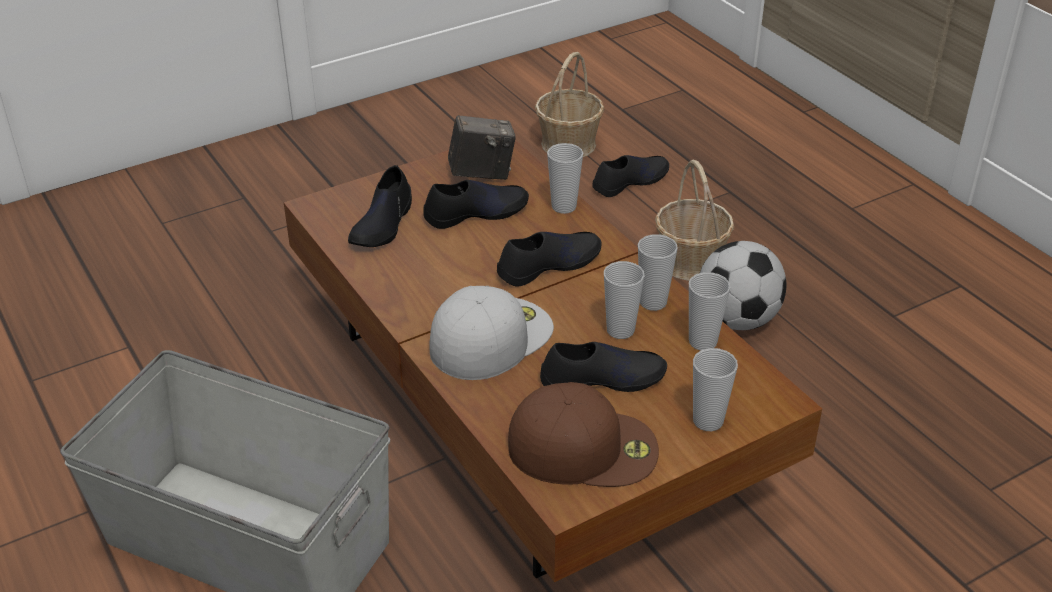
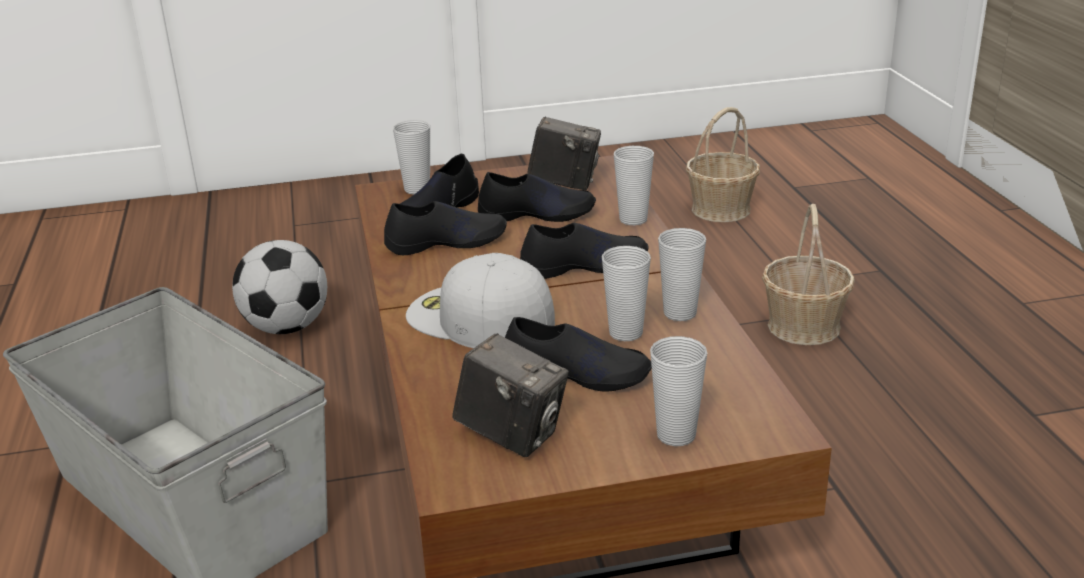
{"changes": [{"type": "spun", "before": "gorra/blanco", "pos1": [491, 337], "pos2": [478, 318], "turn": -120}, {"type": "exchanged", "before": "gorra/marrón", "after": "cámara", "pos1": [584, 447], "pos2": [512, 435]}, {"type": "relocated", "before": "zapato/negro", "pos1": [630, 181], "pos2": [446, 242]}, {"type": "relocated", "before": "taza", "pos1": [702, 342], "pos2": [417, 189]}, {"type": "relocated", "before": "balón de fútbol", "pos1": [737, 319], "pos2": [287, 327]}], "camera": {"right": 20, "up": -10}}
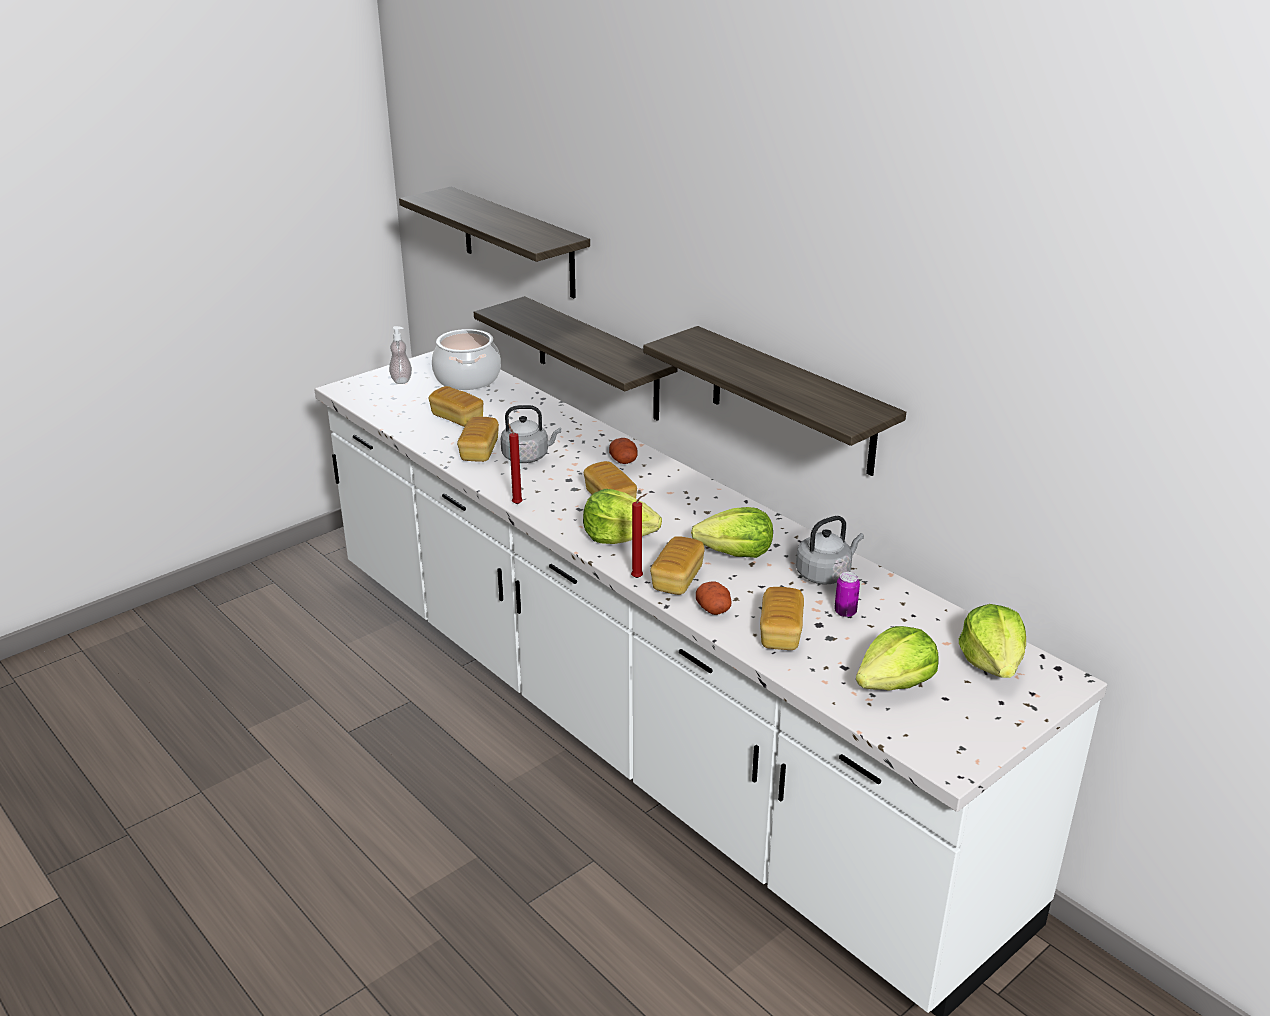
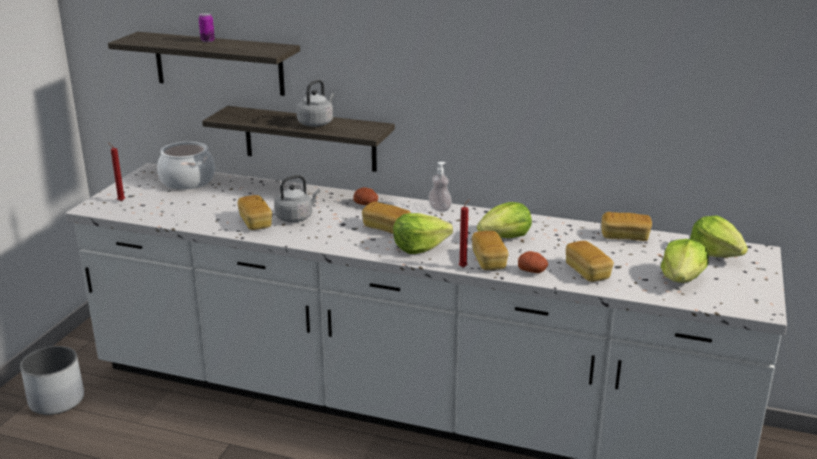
{"changes": [{"type": "relocated", "before": "dispensador de jabón", "pos1": [401, 380], "pos2": [439, 209]}, {"type": "relocated", "before": "pan", "pos1": [457, 418], "pos2": [624, 237]}, {"type": "relocated", "before": "vela/rojo", "pos1": [516, 503], "pos2": [120, 201]}, {"type": "missing", "before": "estante", "pos1": [792, 401]}, {"type": "relocated", "before": "hervidor/gris", "pos1": [825, 574], "pos2": [316, 123]}, {"type": "relocated", "before": "lata", "pos1": [845, 612], "pos2": [207, 41]}, {"type": "appeared", "after": "maceta/blanco", "pos2": [56, 400]}], "camera": {"right": -30, "up": -5}}
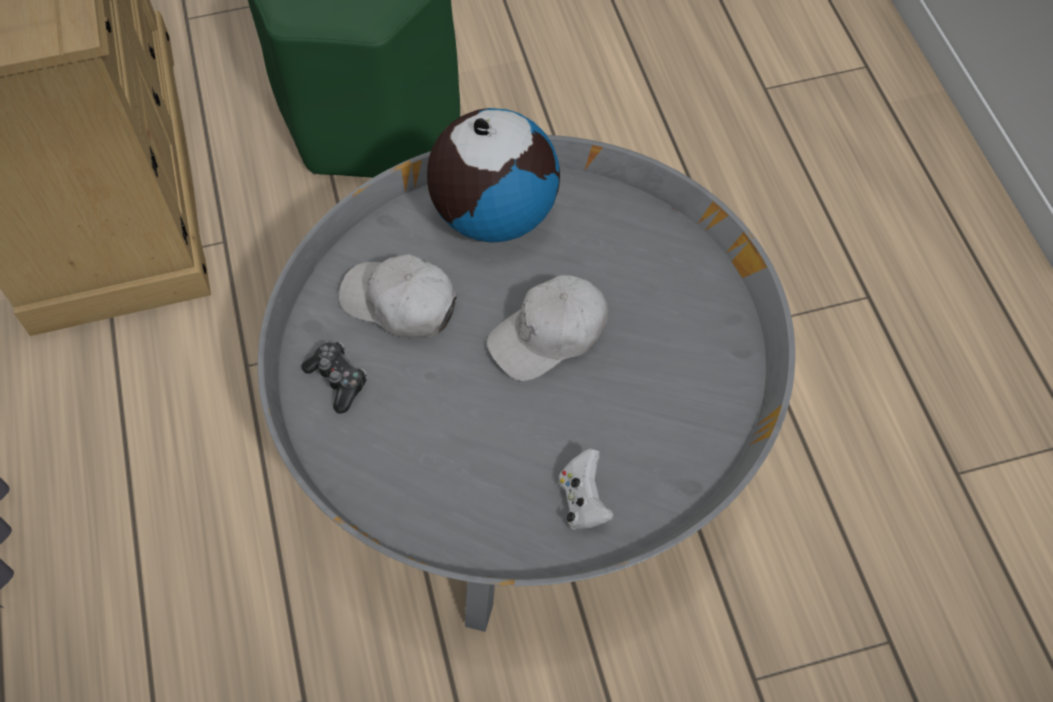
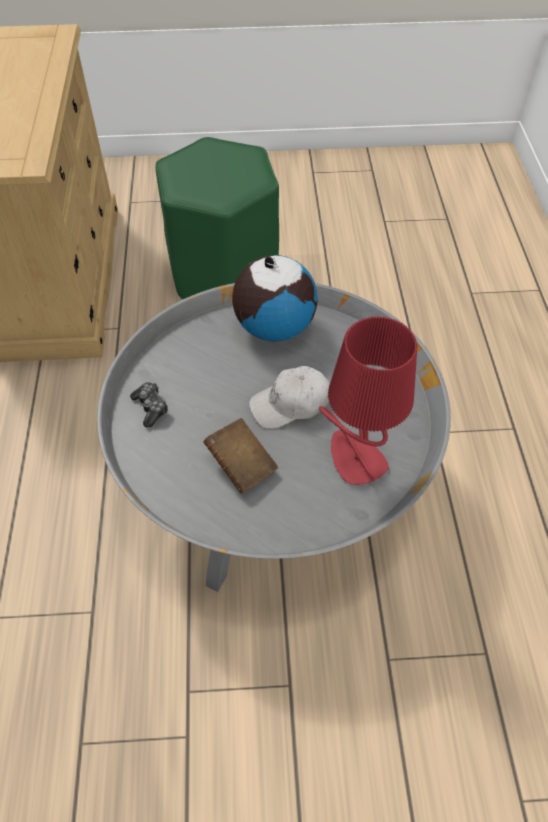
{"changes": [{"type": "missing", "before": "gorra/blanco", "pos1": [400, 304]}, {"type": "missing", "before": "mando de consola/blanco", "pos1": [583, 501]}, {"type": "appeared", "after": "libro/marrón", "pos2": [241, 464]}, {"type": "appeared", "after": "lámpara de mesa/rojo", "pos2": [354, 458]}], "camera": {"right": 10, "up": -5}}
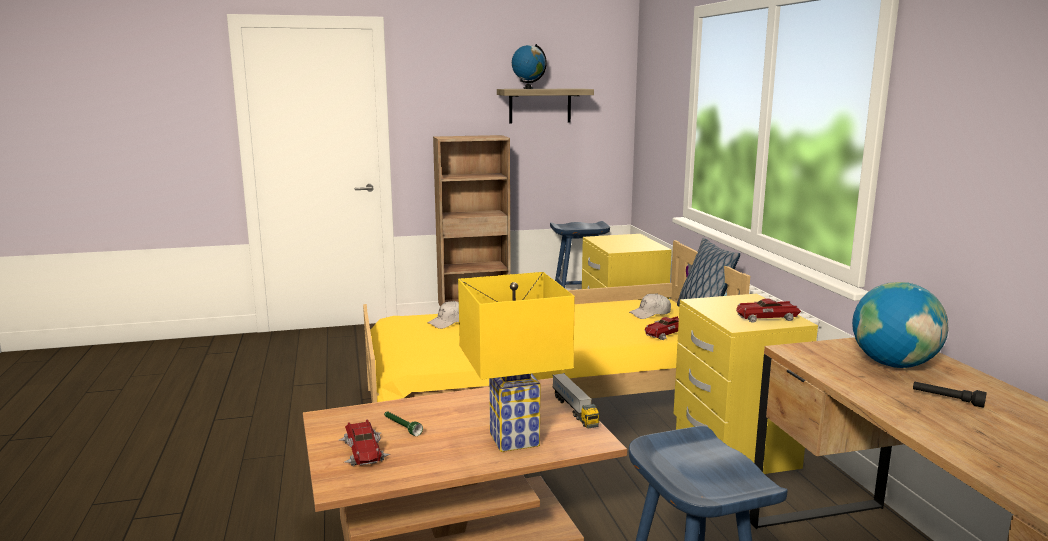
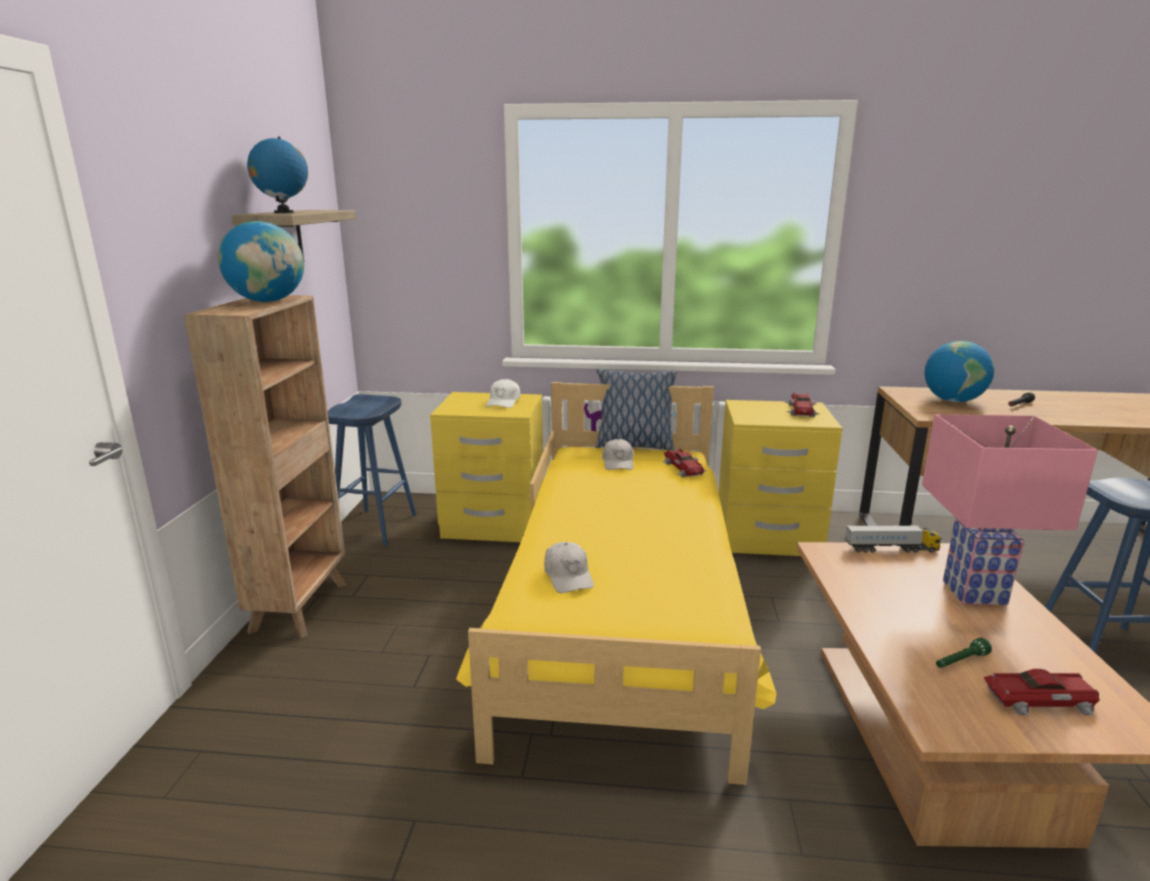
{"changes": [{"type": "colour", "before": "lámpara de mesa/amarillo", "after": "lámpara de mesa/rosa", "pos1": [513, 439], "pos2": [973, 593]}, {"type": "appeared", "after": "globo terráqueo", "pos2": [268, 301]}, {"type": "appeared", "after": "gorra/blanco", "pos2": [503, 402]}], "camera": {"right": -70, "up": 5}}
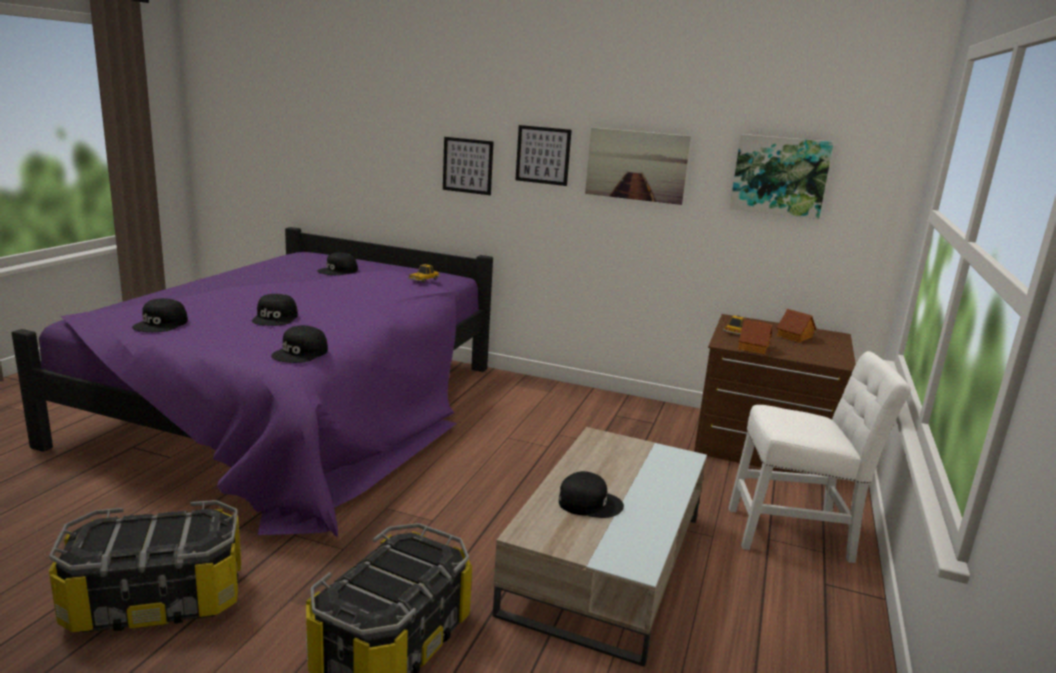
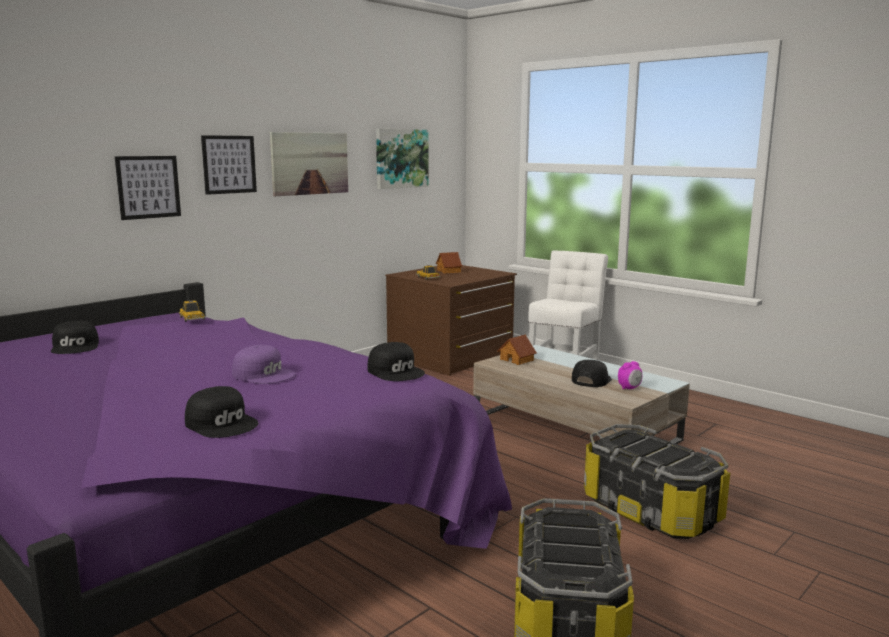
{"changes": [{"type": "colour", "before": "gorra/negro", "after": "gorra/morado", "pos1": [276, 318], "pos2": [264, 374]}, {"type": "relocated", "before": "casita", "pos1": [754, 348], "pos2": [517, 359]}, {"type": "appeared", "after": "despertador", "pos2": [629, 388]}], "camera": {"right": -65, "up": -5}}
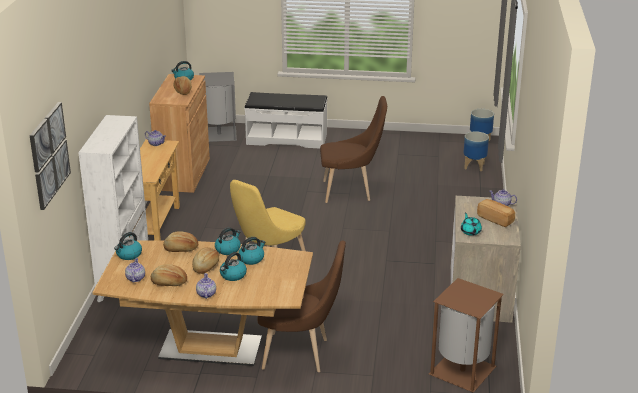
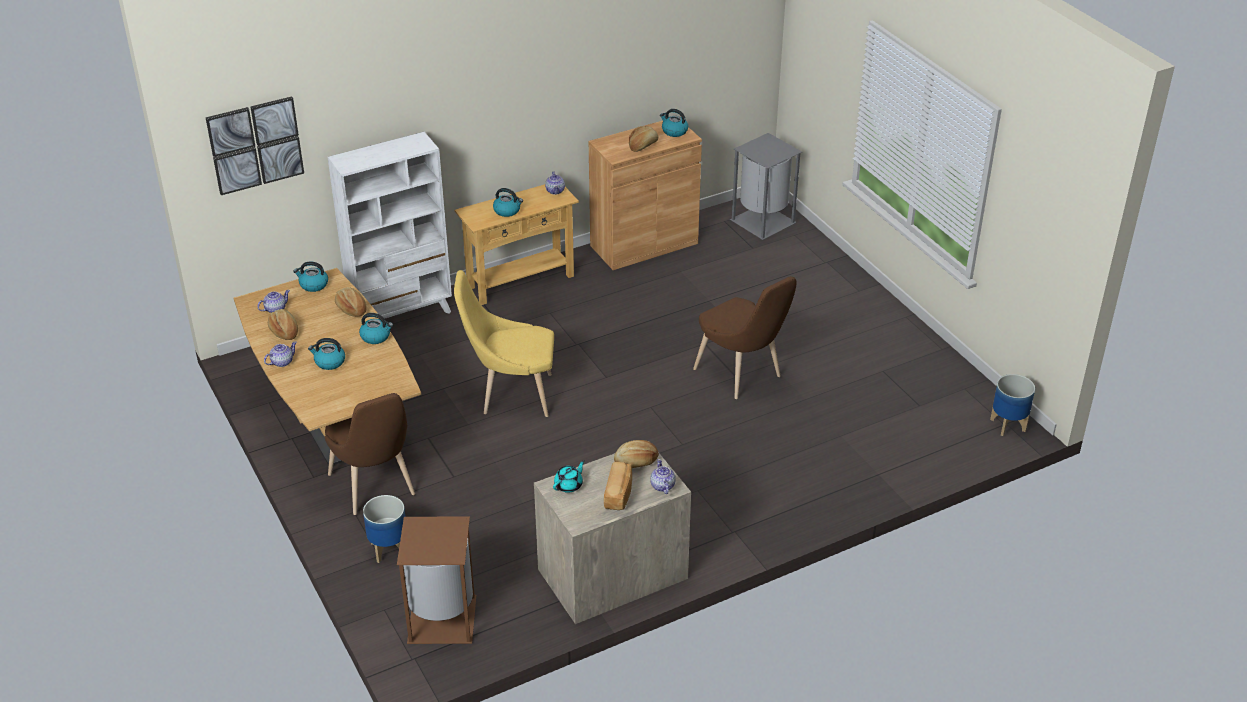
{"changes": [{"type": "relocated", "before": "pan", "pos1": [206, 266], "pos2": [636, 461]}, {"type": "relocated", "before": "hervidor", "pos1": [251, 259], "pos2": [507, 211]}, {"type": "missing", "before": "banco/blanco", "pos1": [287, 139]}, {"type": "relocated", "before": "maceta", "pos1": [474, 166], "pos2": [389, 549]}], "camera": {"right": 55, "up": 10}}
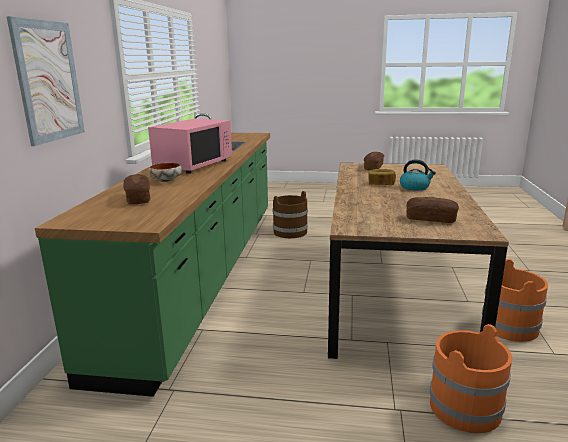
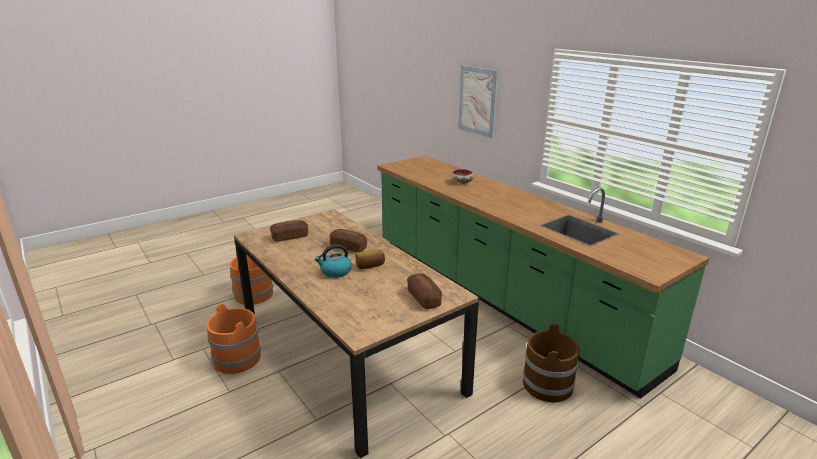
{"changes": [{"type": "relocated", "before": "pan", "pos1": [138, 198], "pos2": [348, 247]}, {"type": "missing", "before": "microondas/rosa", "pos1": [194, 165]}], "camera": {"right": 135, "up": 5}}
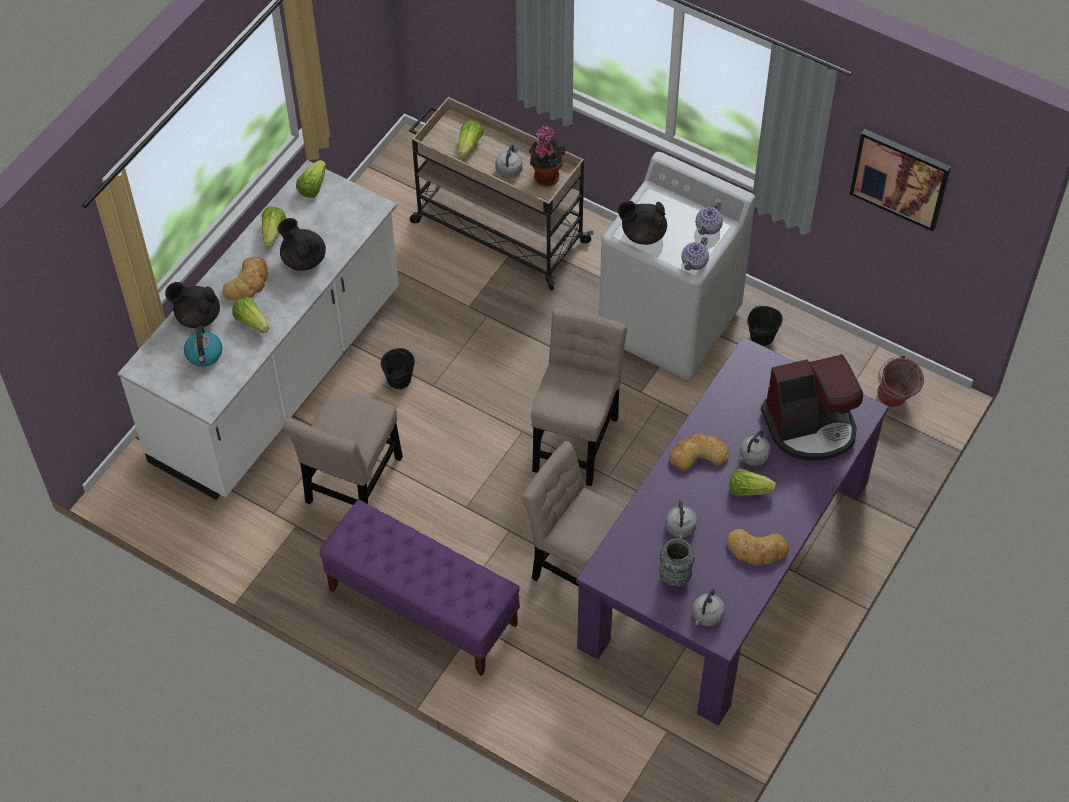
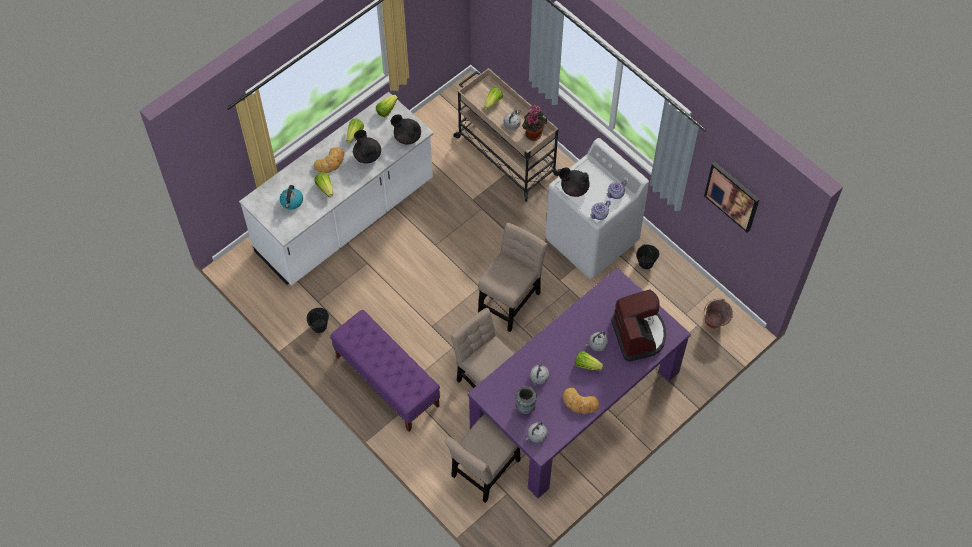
{"changes": [{"type": "relocated", "before": "tetera/negro", "pos1": [197, 316], "pos2": [407, 136]}, {"type": "relocated", "before": "silla/beis", "pos1": [352, 485], "pos2": [484, 471]}, {"type": "relocated", "before": "cubo/negro", "pos1": [399, 380], "pos2": [319, 326]}, {"type": "missing", "before": "pan", "pos1": [697, 454]}, {"type": "spun", "before": "cafetera", "pos1": [811, 427], "pos2": [638, 335], "turn": -105}], "camera": {"right": 15, "up": 5}}
